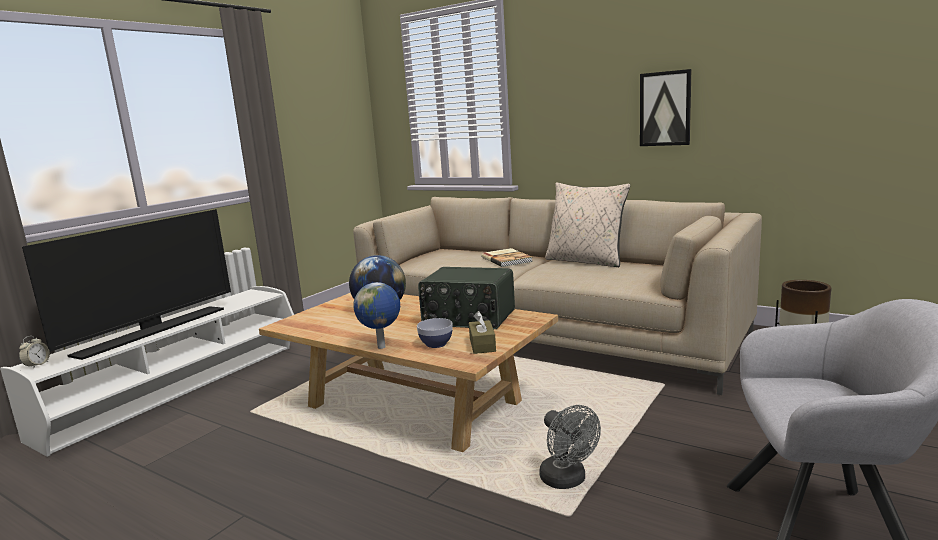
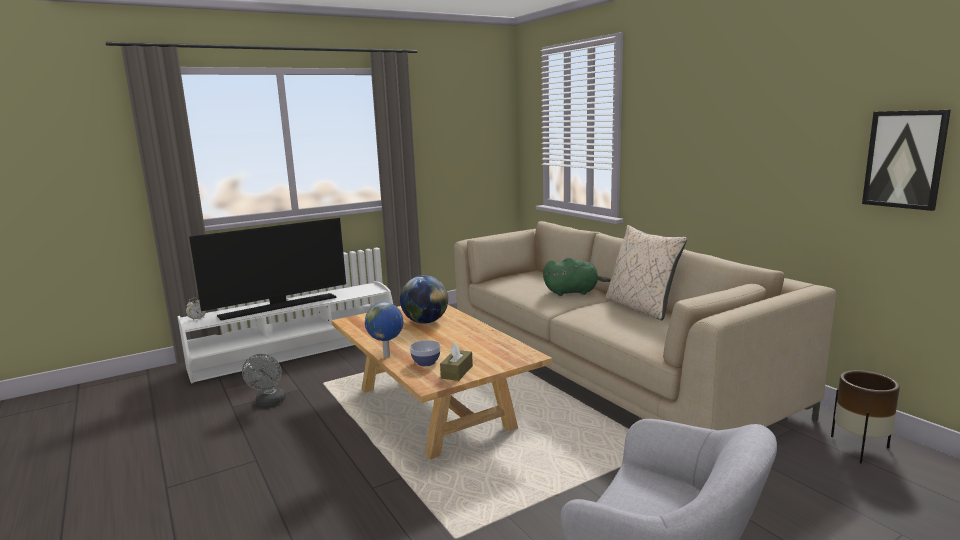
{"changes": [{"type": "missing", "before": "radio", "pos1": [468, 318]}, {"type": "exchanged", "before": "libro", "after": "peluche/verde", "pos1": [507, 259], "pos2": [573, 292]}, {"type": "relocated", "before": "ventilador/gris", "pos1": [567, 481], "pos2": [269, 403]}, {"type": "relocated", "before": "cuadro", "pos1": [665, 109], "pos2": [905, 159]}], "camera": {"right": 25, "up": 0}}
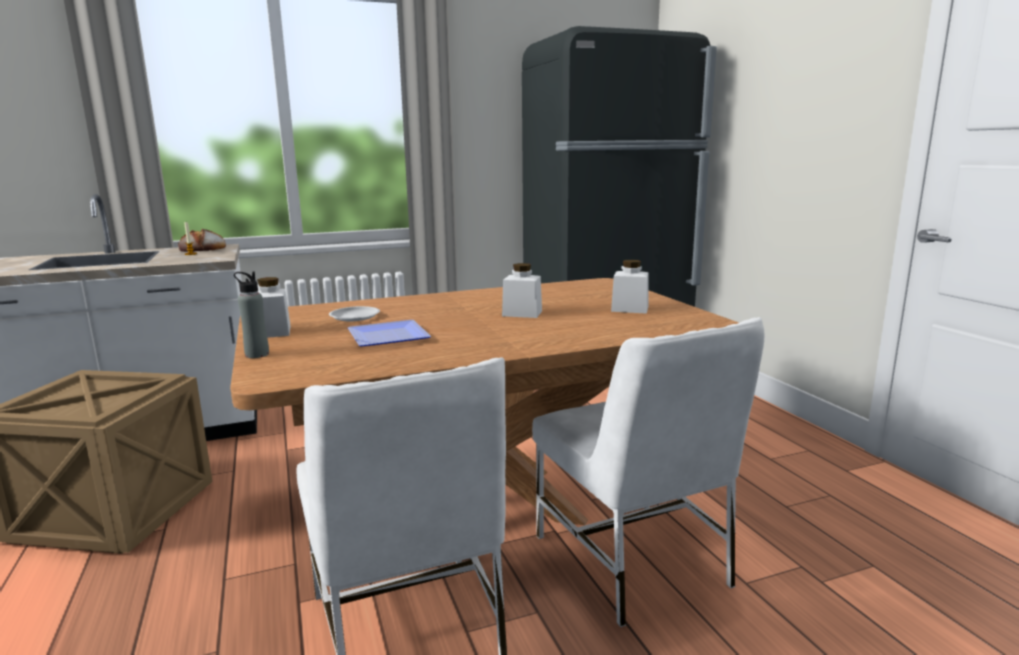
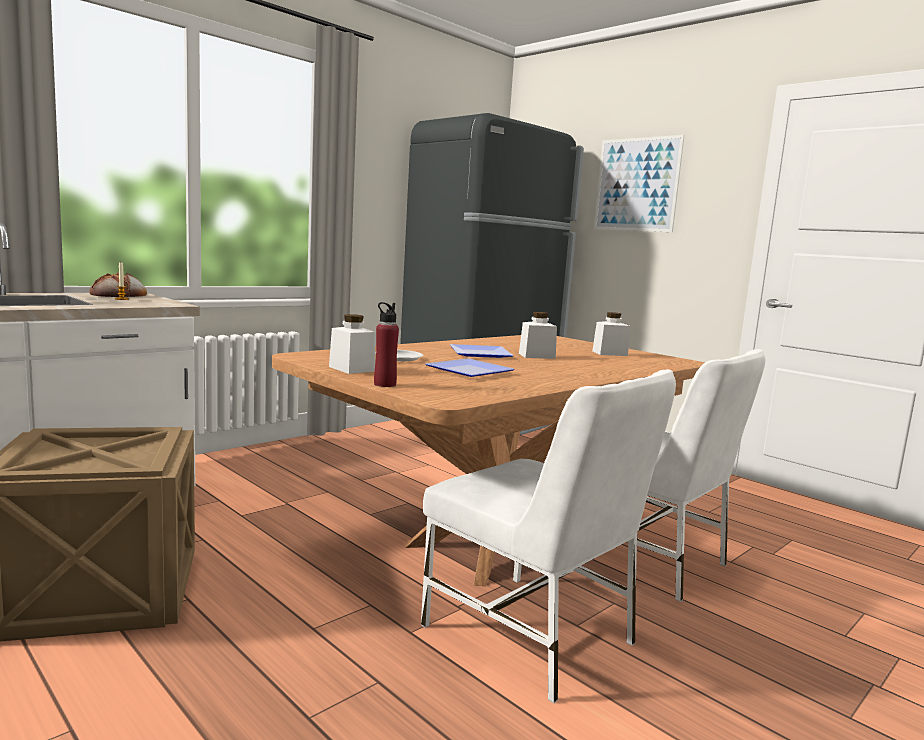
{"changes": [{"type": "colour", "before": "botella/gris", "after": "botella/rojo", "pos1": [257, 354], "pos2": [384, 384]}, {"type": "appeared", "after": "plato", "pos2": [482, 354]}, {"type": "appeared", "after": "cuadro", "pos2": [637, 184]}], "camera": {"right": -25, "up": -5}}
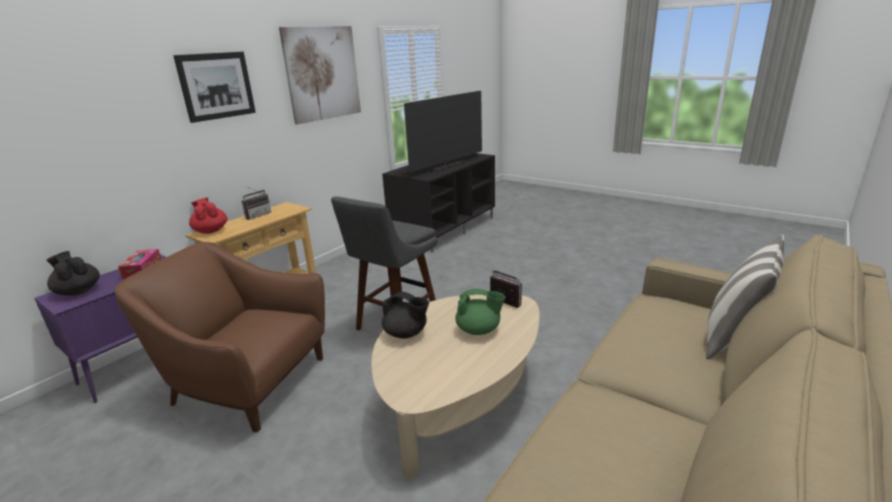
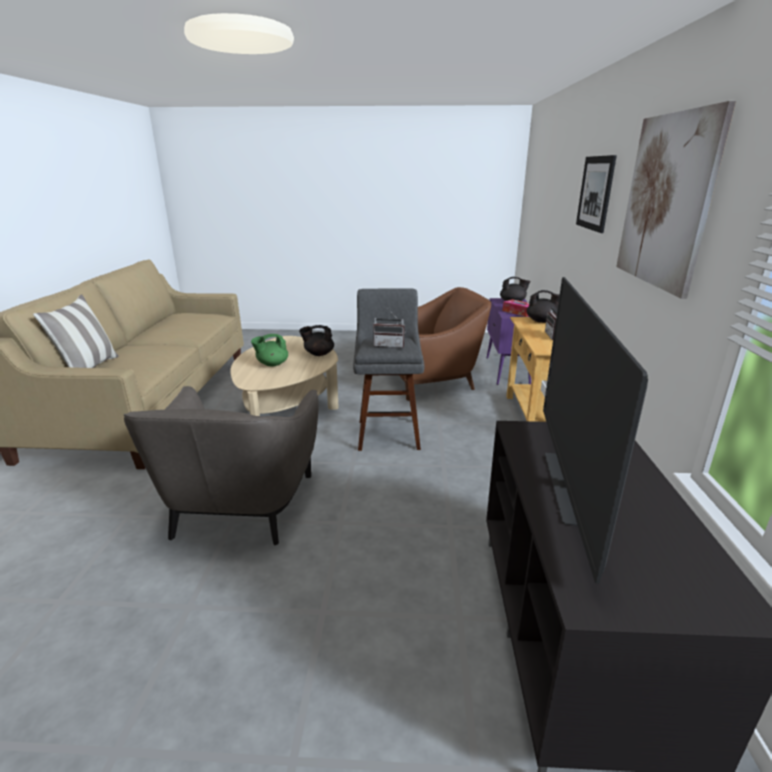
{"changes": [{"type": "colour", "before": "tetera/rojo", "after": "tetera/negro", "pos1": [211, 231], "pos2": [542, 321]}, {"type": "relocated", "before": "radio", "pos1": [502, 303], "pos2": [389, 345]}, {"type": "appeared", "after": "sillón/gris", "pos2": [241, 505]}], "camera": {"right": 145, "up": 0}}
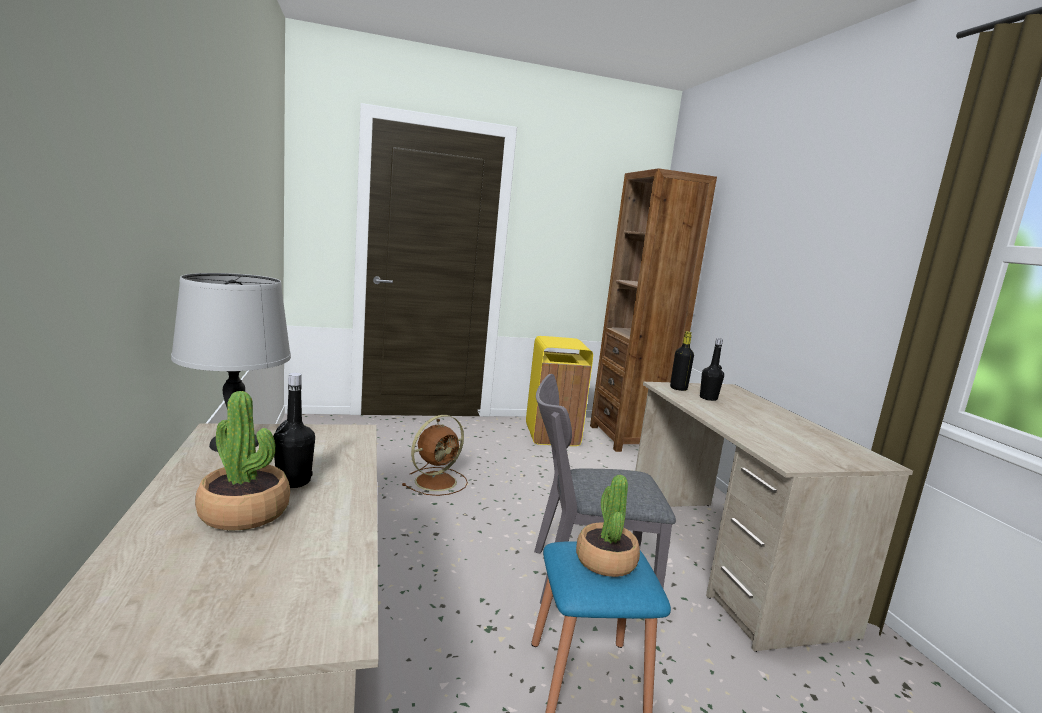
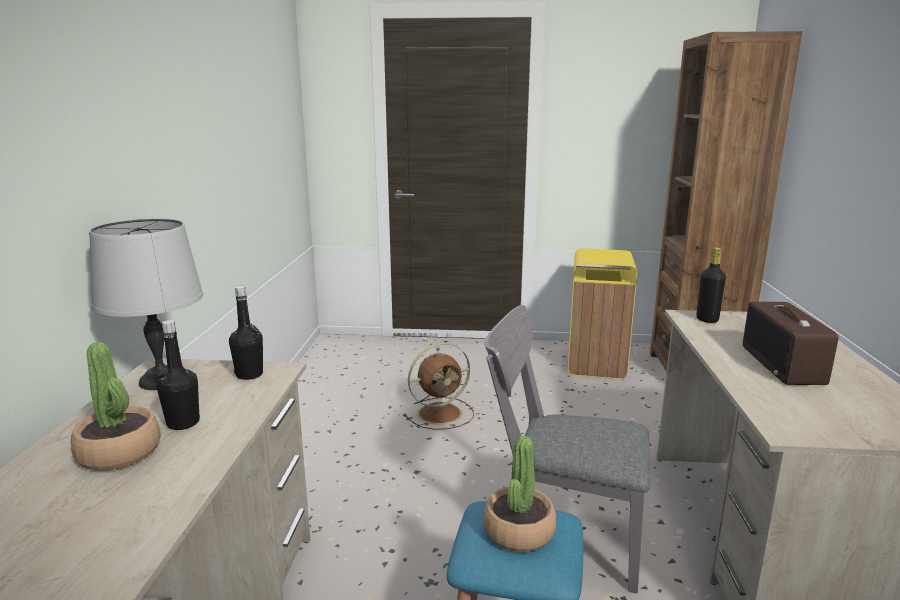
{"changes": [{"type": "relocated", "before": "botella/negro", "pos1": [708, 398], "pos2": [249, 374]}, {"type": "appeared", "after": "radio", "pos2": [783, 365]}], "camera": {"right": 20, "up": 5}}
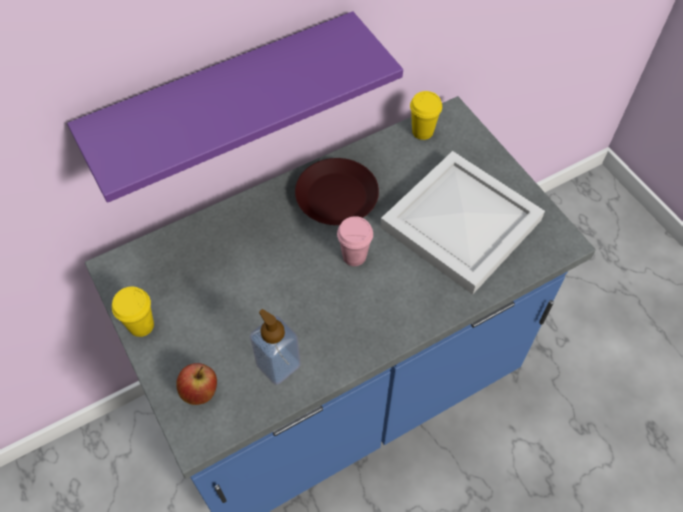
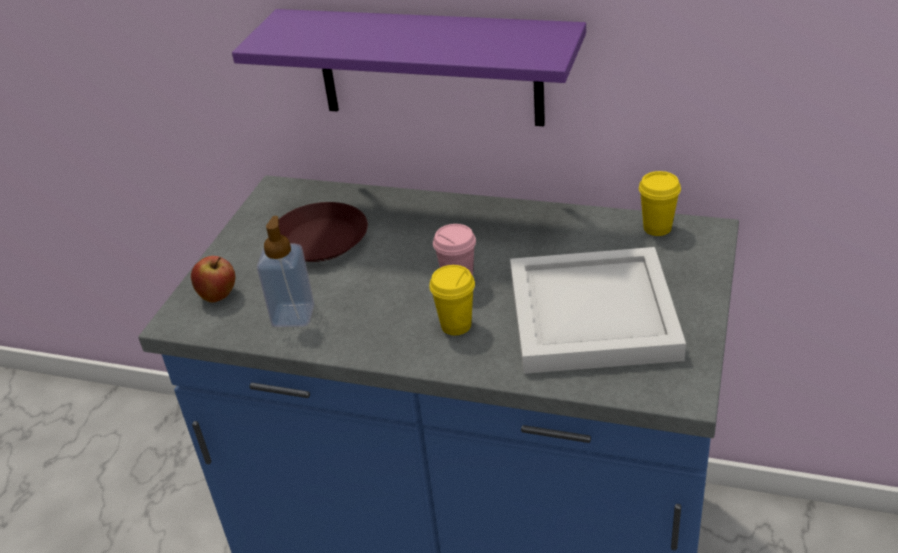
{"changes": [{"type": "relocated", "before": "taza/amarillo", "pos1": [141, 325], "pos2": [456, 325]}, {"type": "relocated", "before": "plato/marrón", "pos1": [337, 197], "pos2": [320, 241]}], "camera": {"right": 50, "up": -20}}
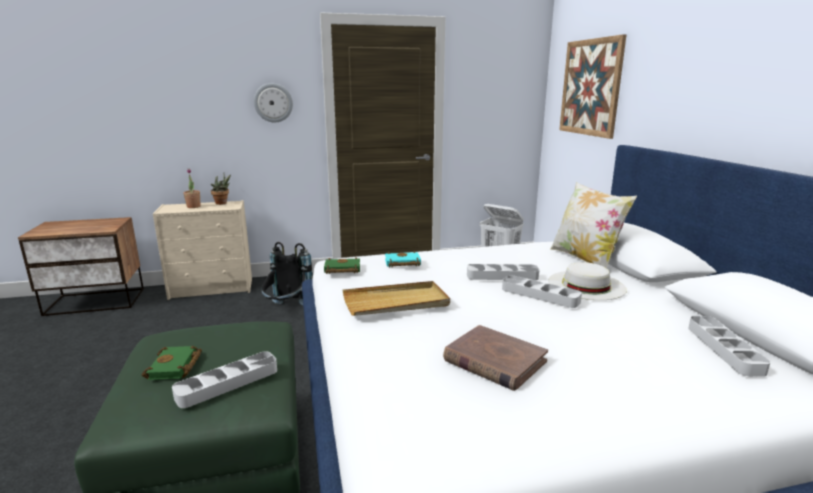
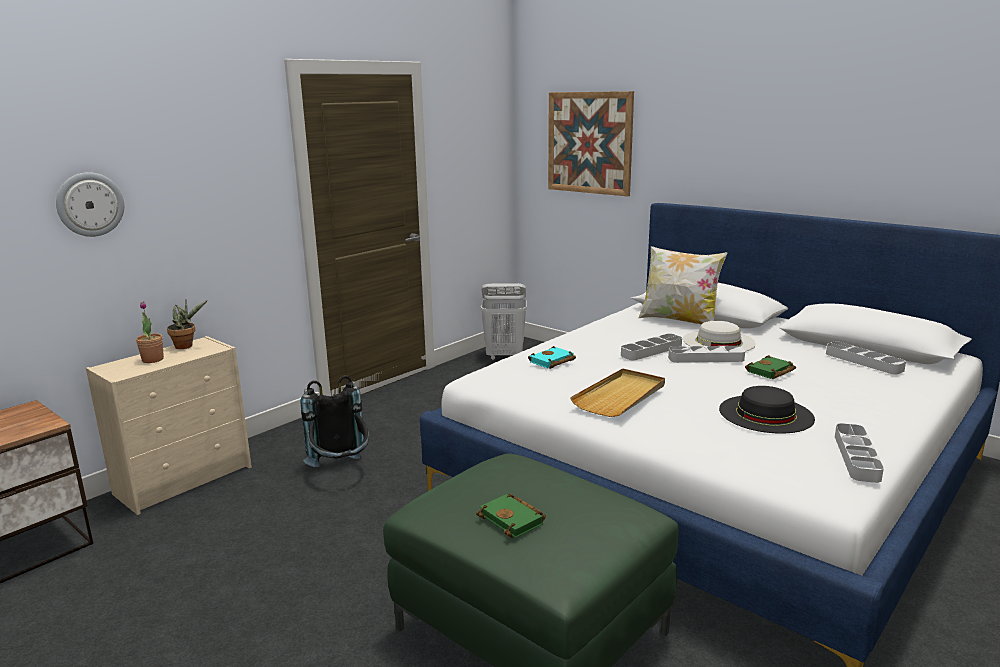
{"changes": [{"type": "relocated", "before": "bandeja/gris", "pos1": [228, 383], "pos2": [856, 457]}, {"type": "relocated", "before": "reloj de pared", "pos1": [273, 102], "pos2": [90, 204]}, {"type": "relocated", "before": "libro/verde", "pos1": [341, 269], "pos2": [771, 372]}, {"type": "exchanged", "before": "libro/marrón", "after": "sombrero/negro", "pos1": [494, 361], "pos2": [766, 414]}], "camera": {"right": -35, "up": 0}}
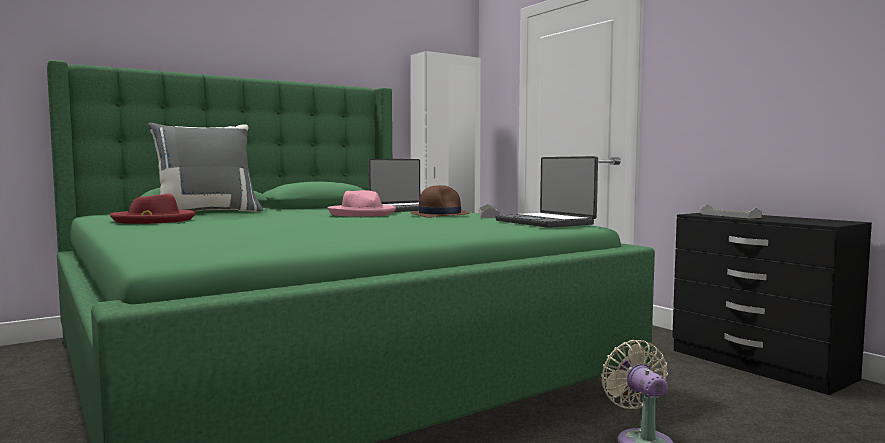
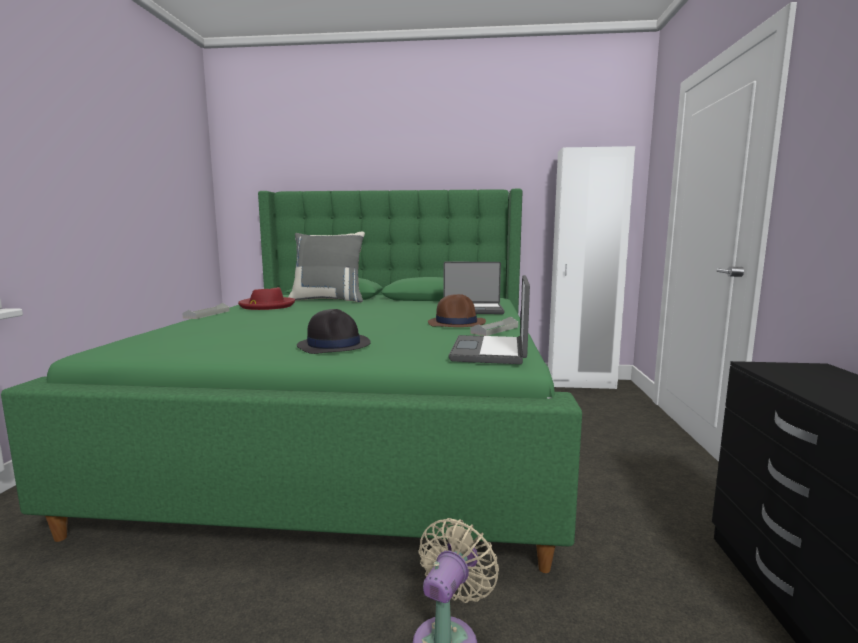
{"changes": [{"type": "missing", "before": "sombrero/rosa", "pos1": [362, 213]}, {"type": "relocated", "before": "bandeja/gris", "pos1": [730, 215], "pos2": [207, 314]}, {"type": "appeared", "after": "sombrero/negro", "pos2": [334, 345]}], "camera": {"right": 40, "up": 5}}
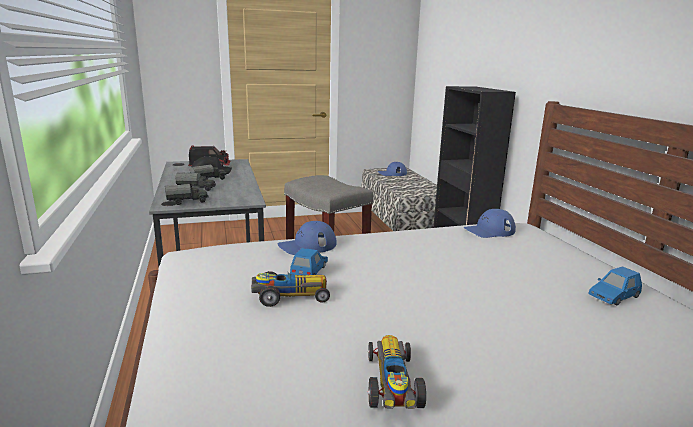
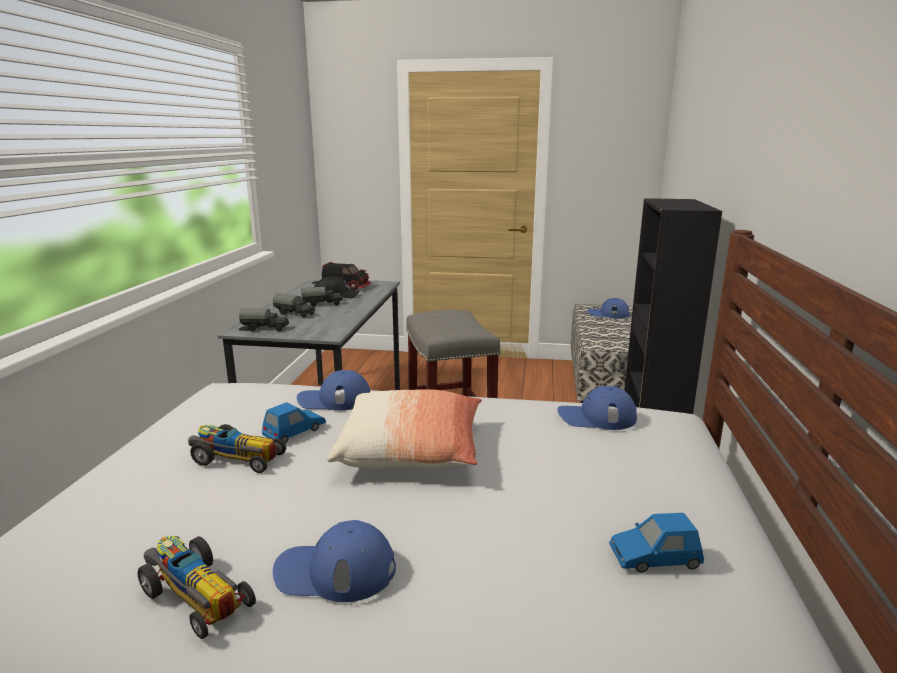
{"changes": [{"type": "spun", "before": "coche de juguete", "pos1": [392, 385], "pos2": [195, 594], "turn": 105}, {"type": "appeared", "after": "gorra/azul", "pos2": [335, 571]}, {"type": "appeared", "after": "cojín", "pos2": [411, 450]}], "camera": {"right": 25, "up": 0}}
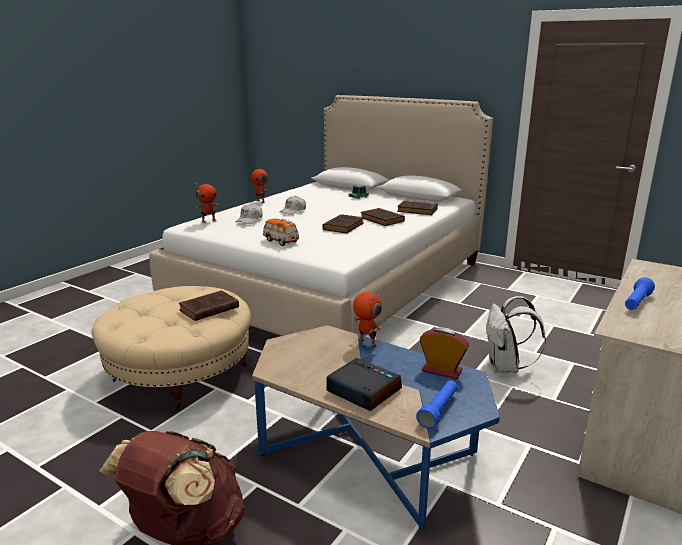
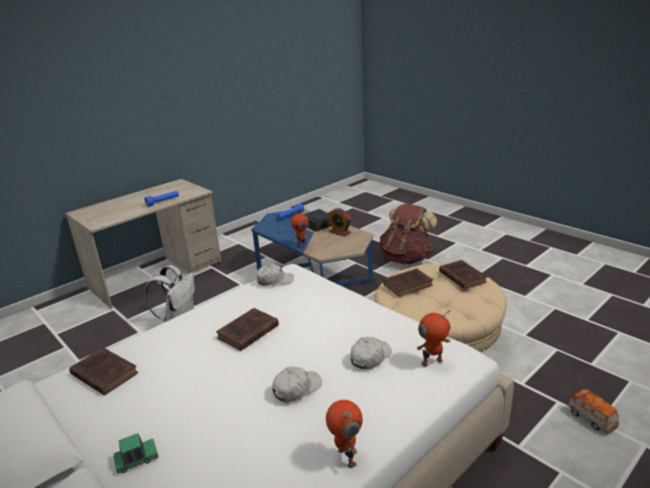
{"changes": [{"type": "relocated", "before": "coche de juguete", "pos1": [280, 241], "pos2": [591, 419]}, {"type": "relocated", "before": "libro/marrón", "pos1": [383, 220], "pos2": [461, 276]}, {"type": "relocated", "before": "despertador", "pos1": [441, 371], "pos2": [340, 232]}, {"type": "appeared", "after": "gorra/blanco", "pos2": [274, 280]}], "camera": {"right": -165, "up": 5}}
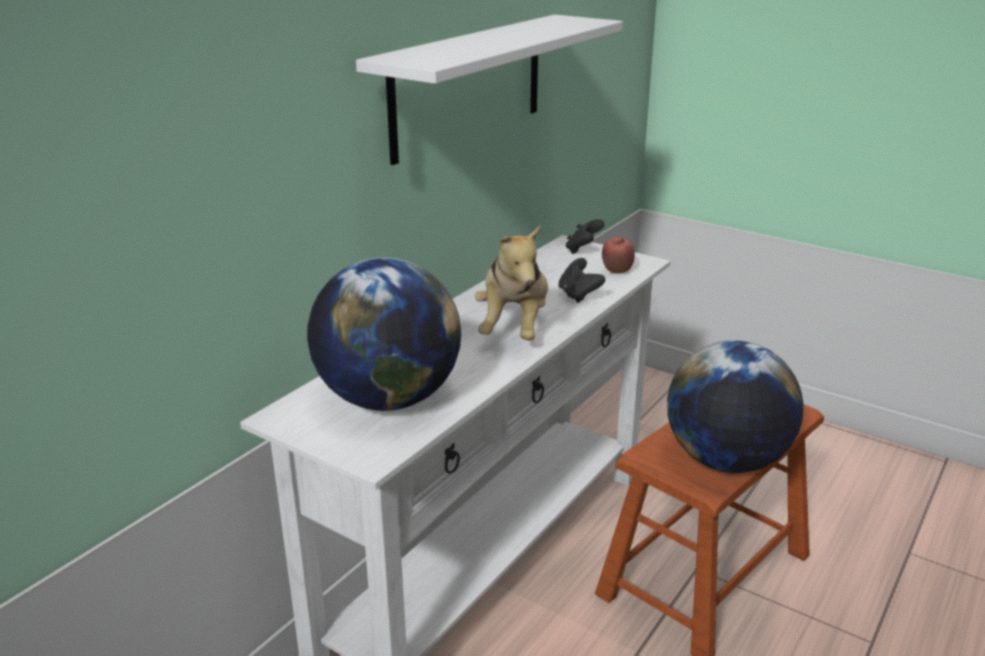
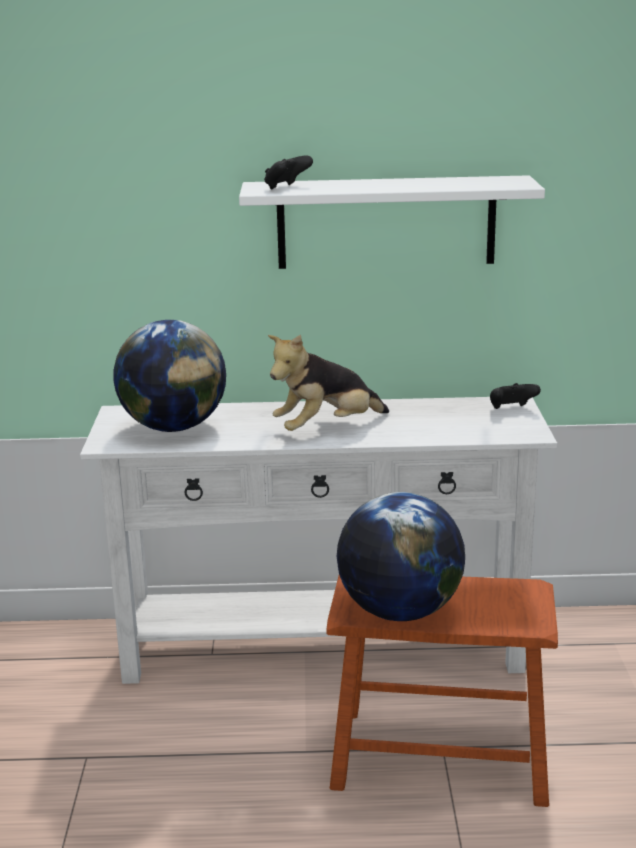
{"changes": [{"type": "relocated", "before": "mando de consola/negro", "pos1": [578, 295], "pos2": [286, 188]}, {"type": "missing", "before": "manzana", "pos1": [617, 271]}], "camera": {"right": 55, "up": -5}}
